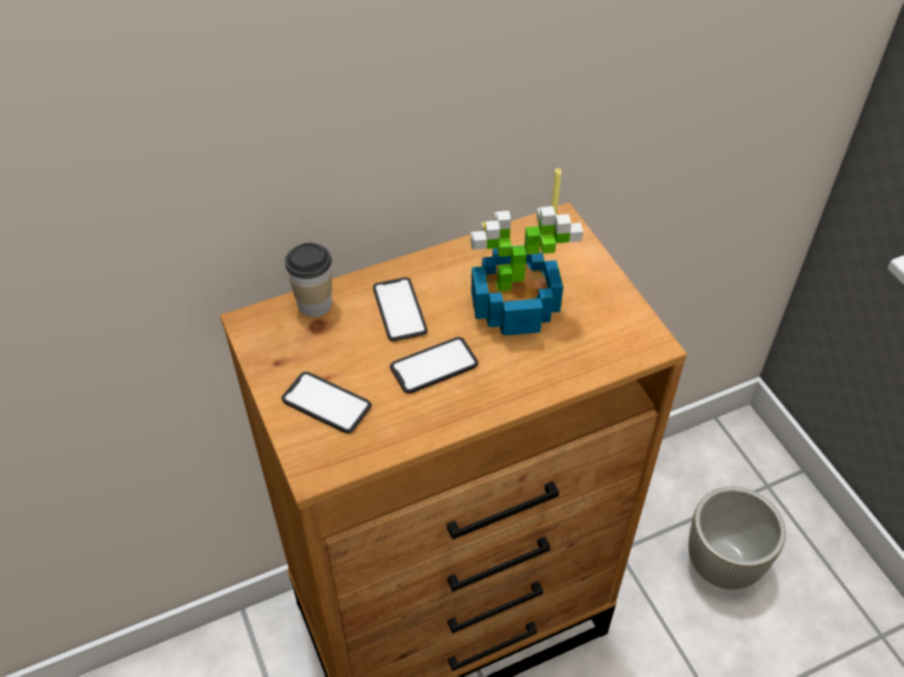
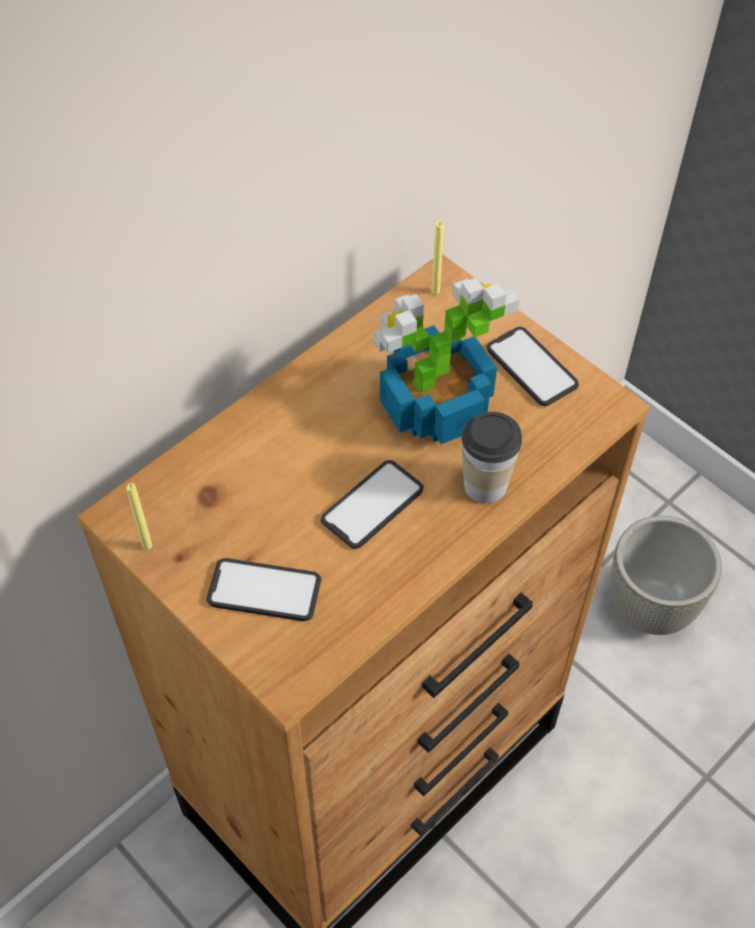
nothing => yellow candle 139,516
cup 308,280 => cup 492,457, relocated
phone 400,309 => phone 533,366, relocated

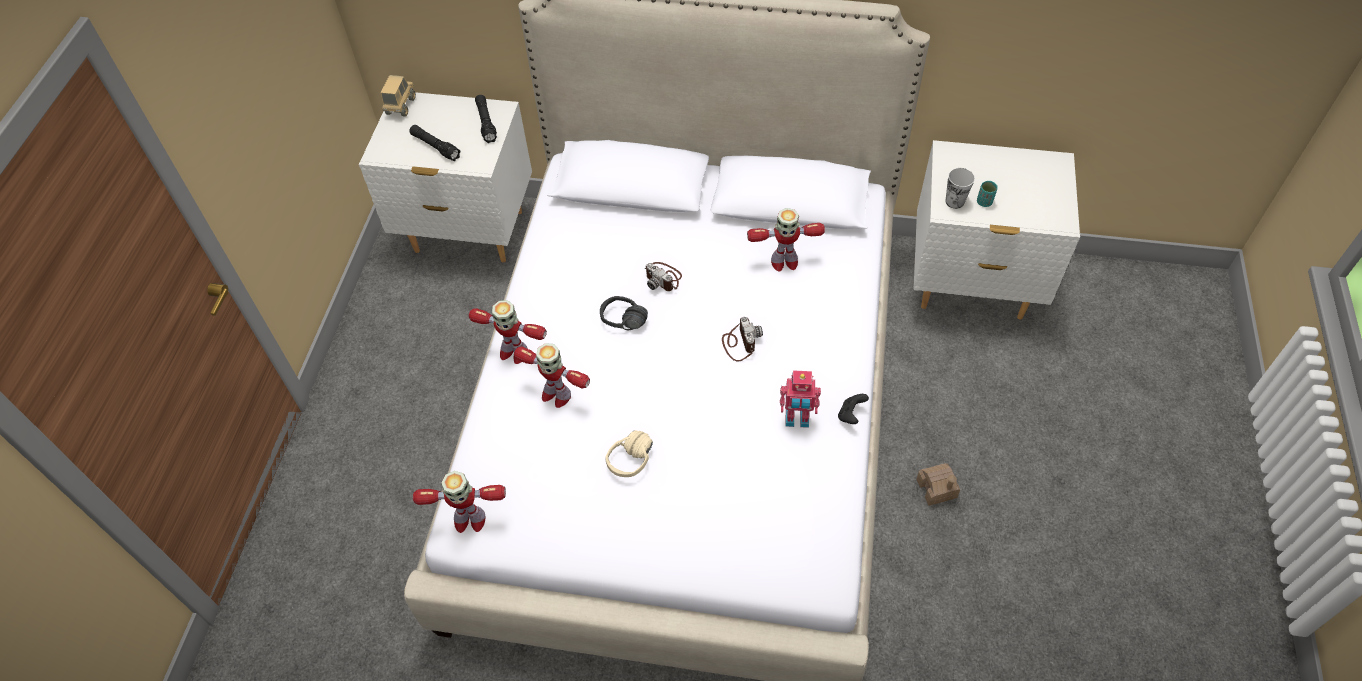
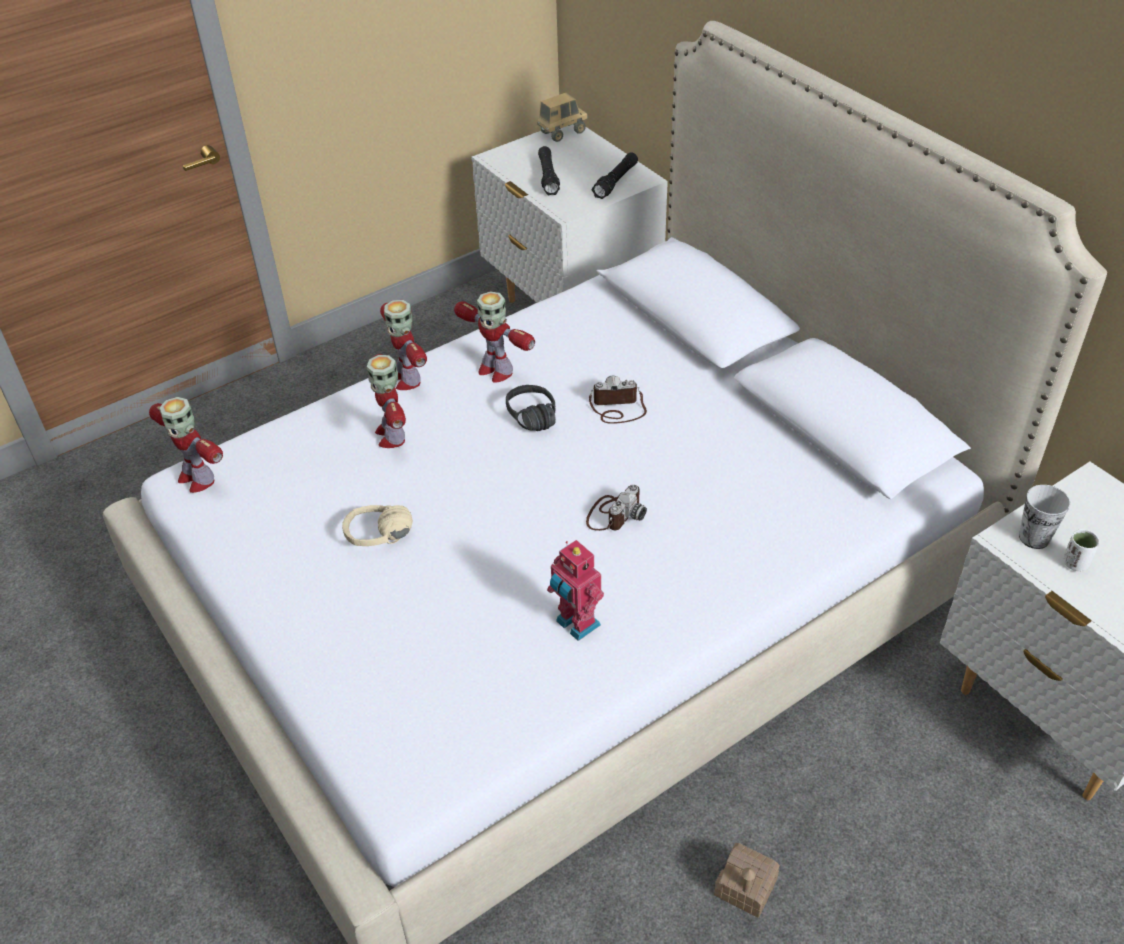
black game controller 853,409 => nothing
toy robot 786,240 => toy robot 494,337, relocated
turquoise cup 987,194 => white cup 1081,550
photo camera 663,276 => photo camera 618,400, 90 degrees clockwise

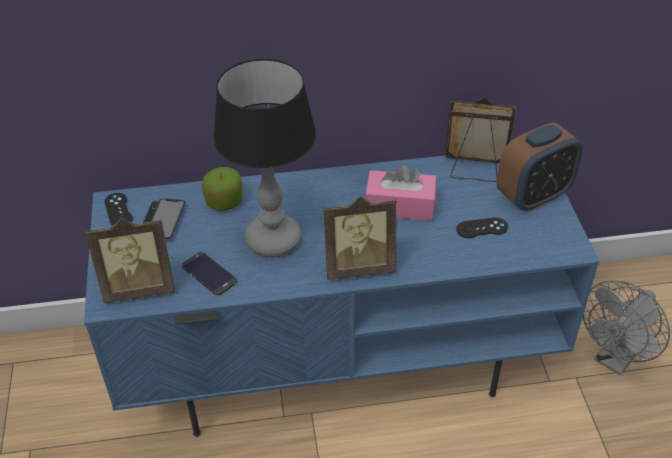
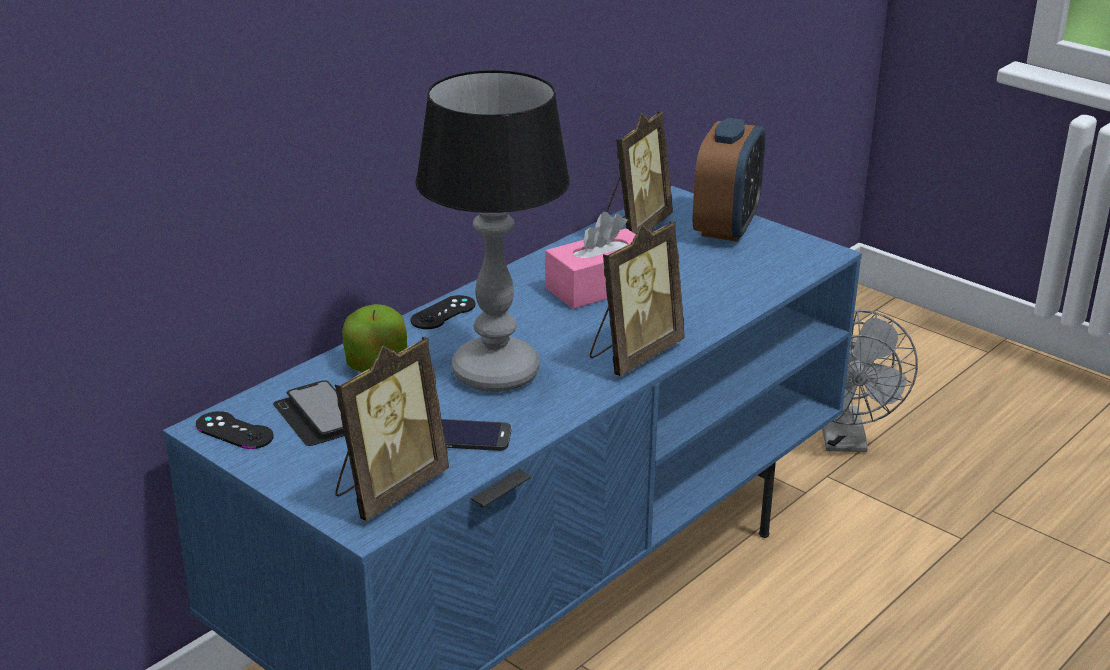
black game controller 482,228 => black game controller 442,312, relocated
picture frame 480,139 => picture frame 639,172, 150 degrees clockwise

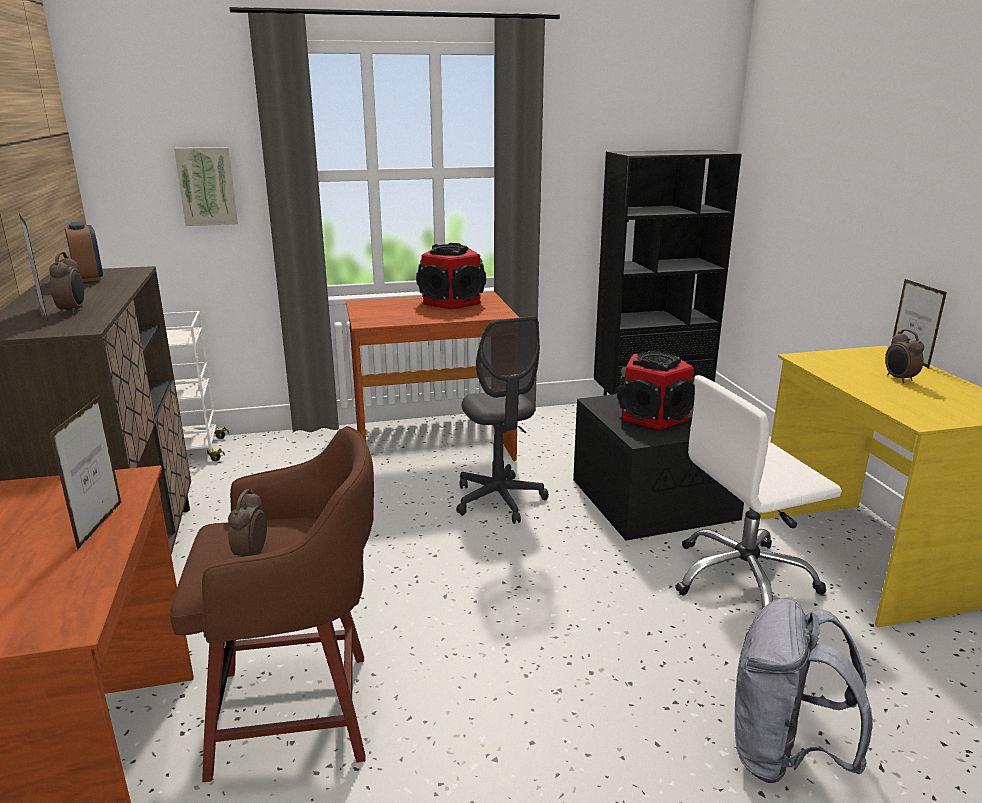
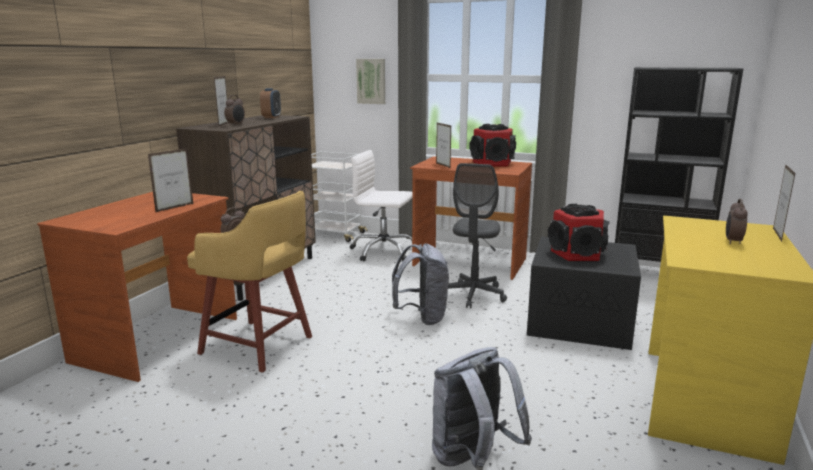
nothing => grey backpack 420,284
nothing => picture frame 443,145
white office chair 758,492 => white office chair 381,206, relocated
brown stool 271,604 => yellow stool 249,282

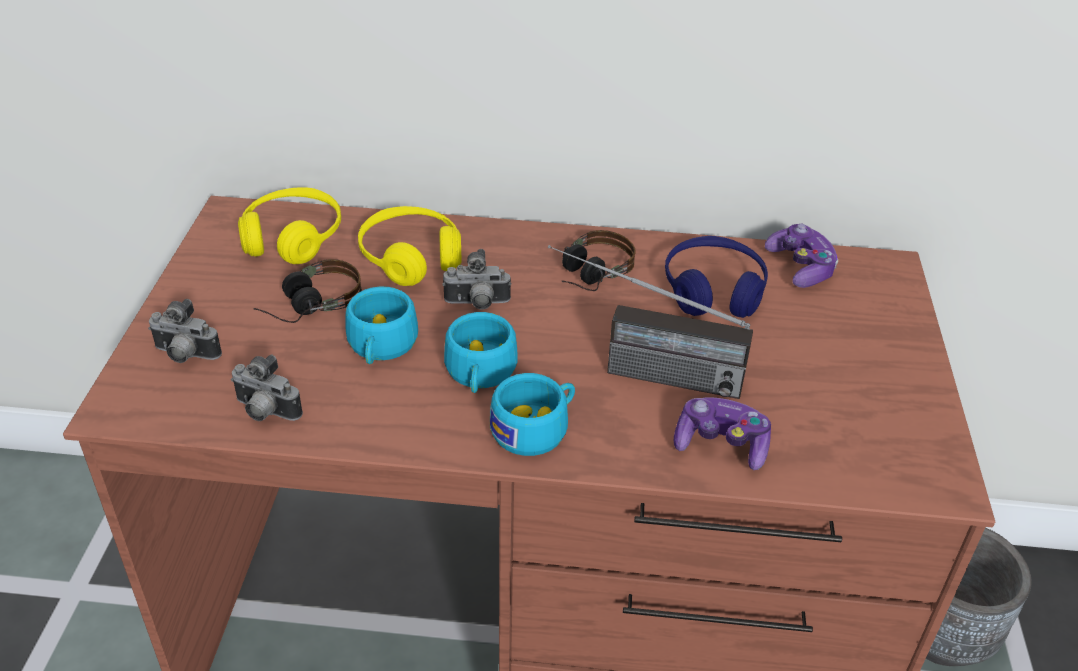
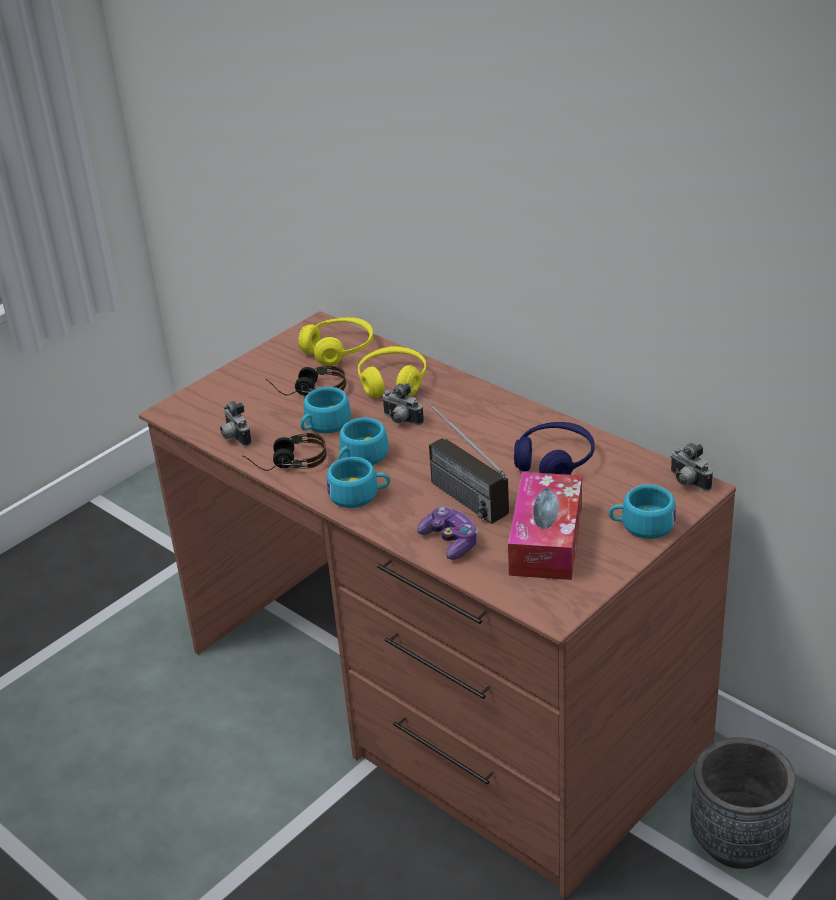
game controller 801,256 => nothing
nothing => tissue box 545,526
nothing => turquoise cup 642,512
photo camera 185,331 => photo camera 691,467, relocated
headphones 599,260 => headphones 284,452, relocated

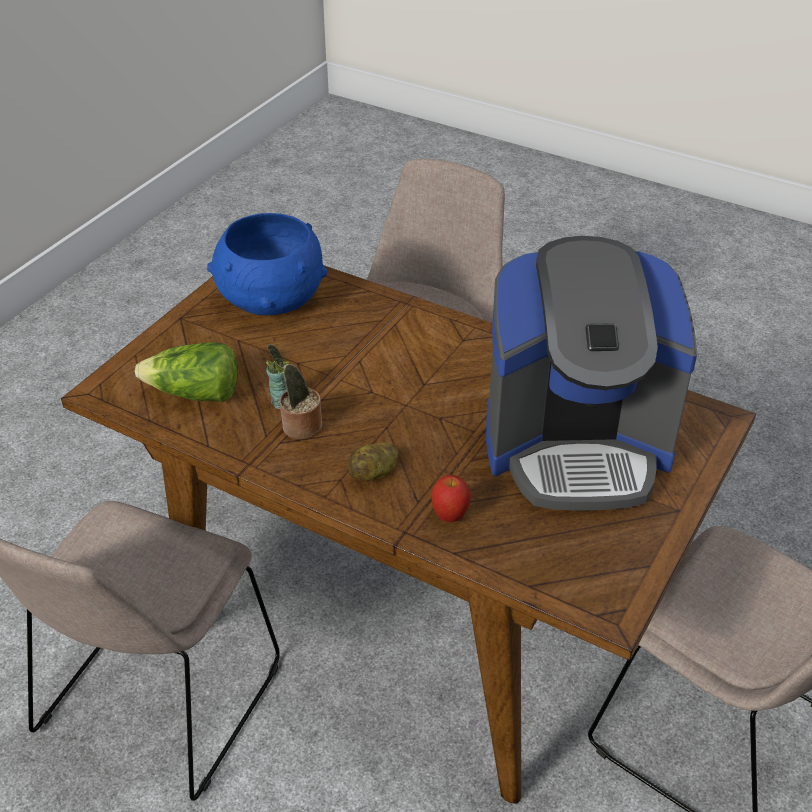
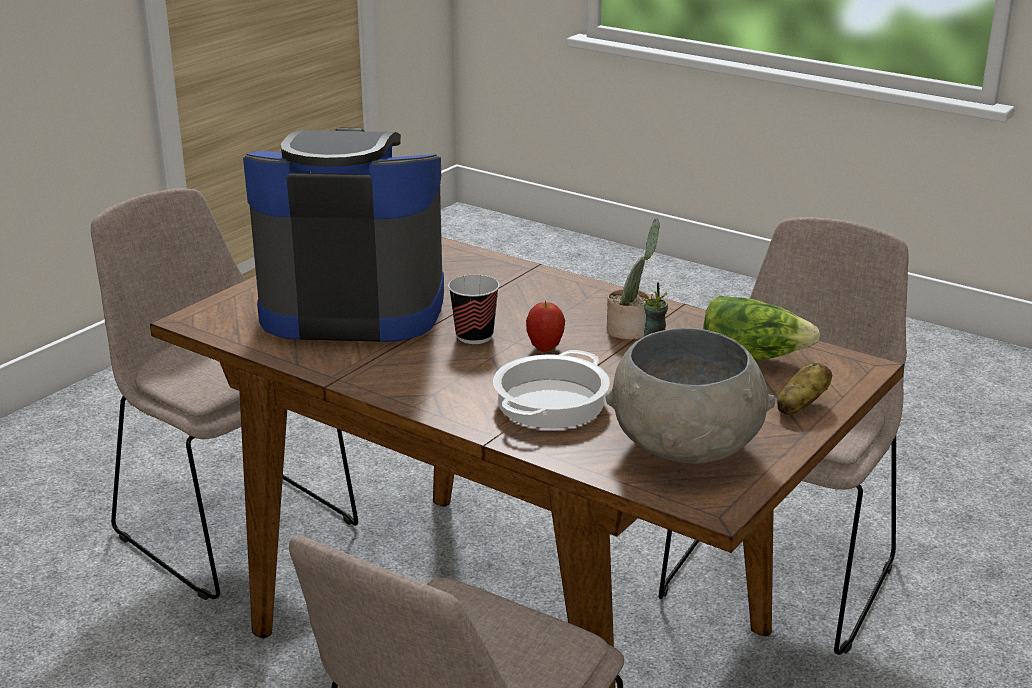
nothing => cup 474,309
nothing => cooking pot 551,389
potato 372,462 => potato 804,388, relocated
apple 451,498 => apple 545,326, relocated
blue bowl 267,264 => grey bowl 690,396

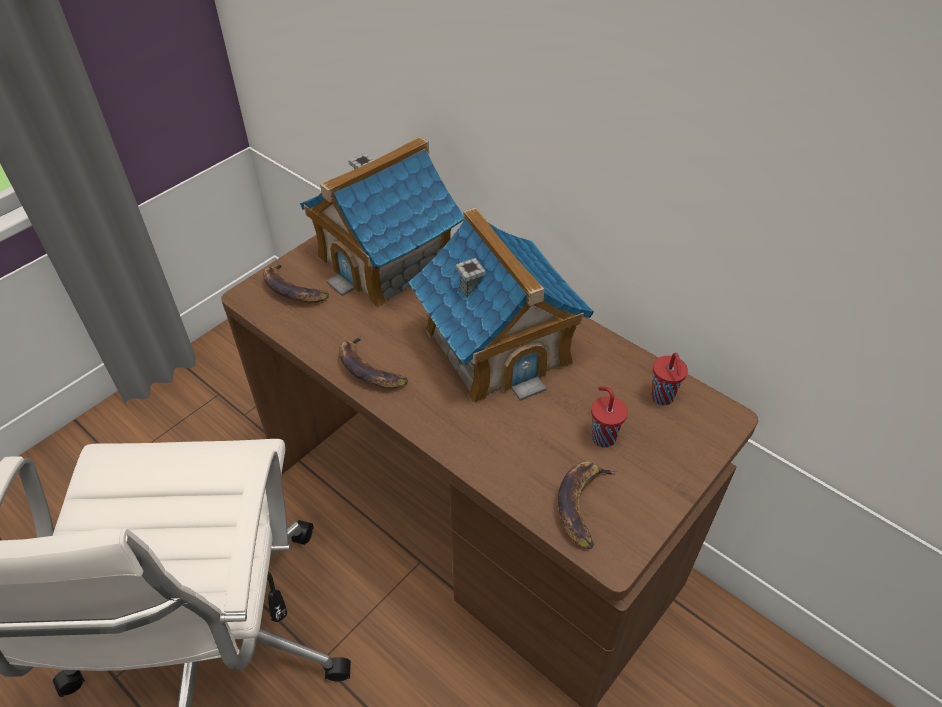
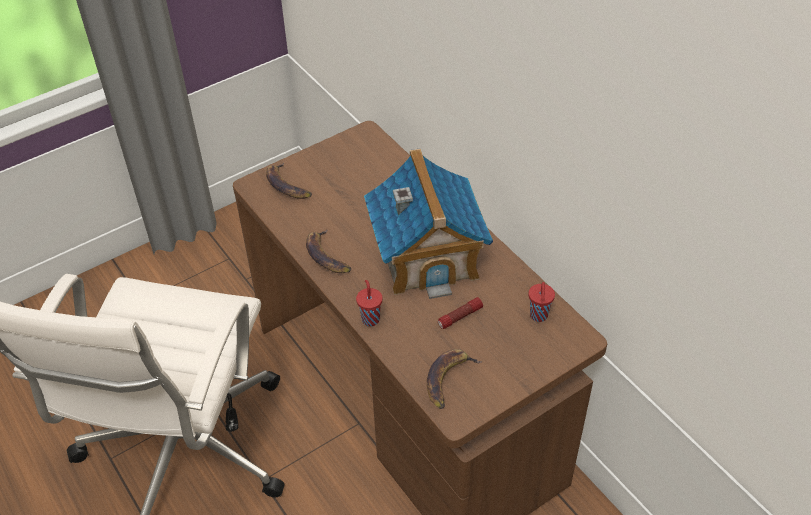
toy house 381,223 => nothing
nothing => flashlight 460,313
red cup 609,417 => red cup 369,303, relocated

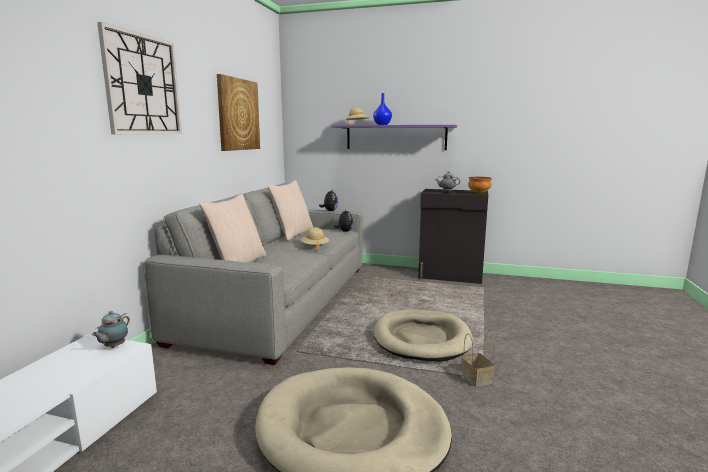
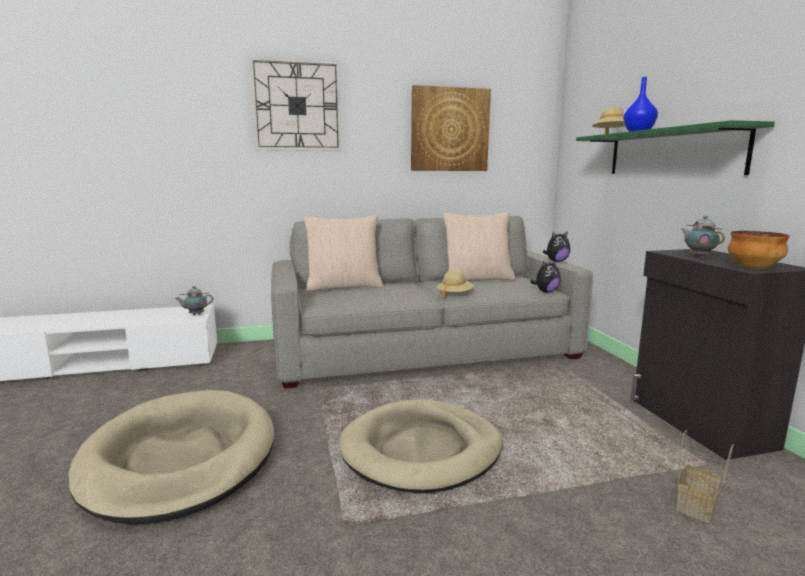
basket 478,358 => basket 704,476, relocated
purple shelf 394,137 => green shelf 675,147

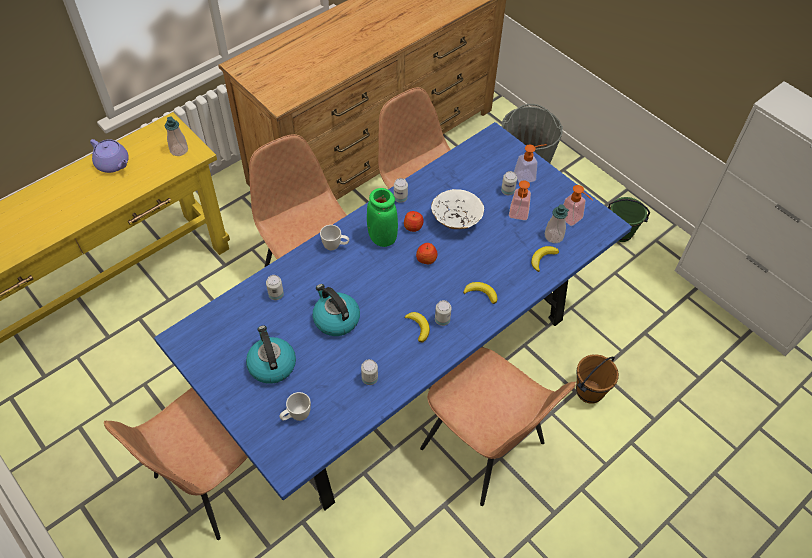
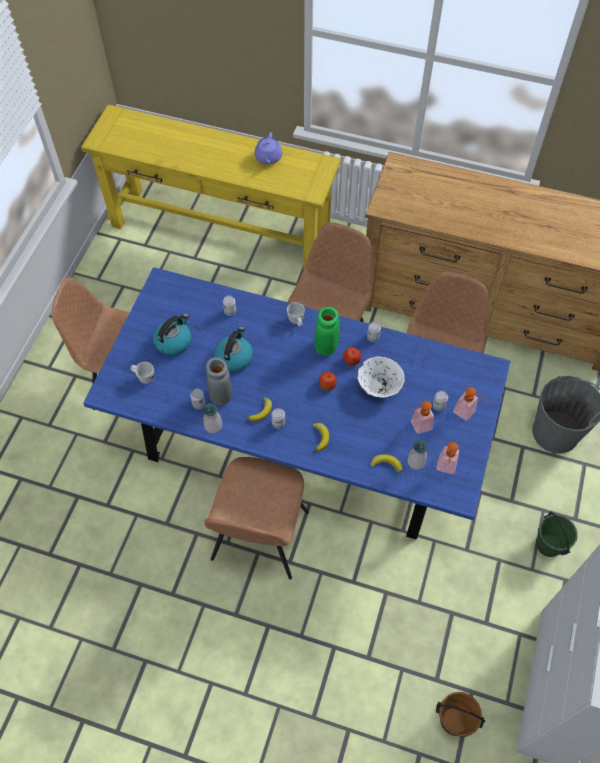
nothing => grey vase 219,381
soap dispenser 176,136 => soap dispenser 213,418, relocated
brown bucket 597,379 => brown bucket 460,714, relocated

